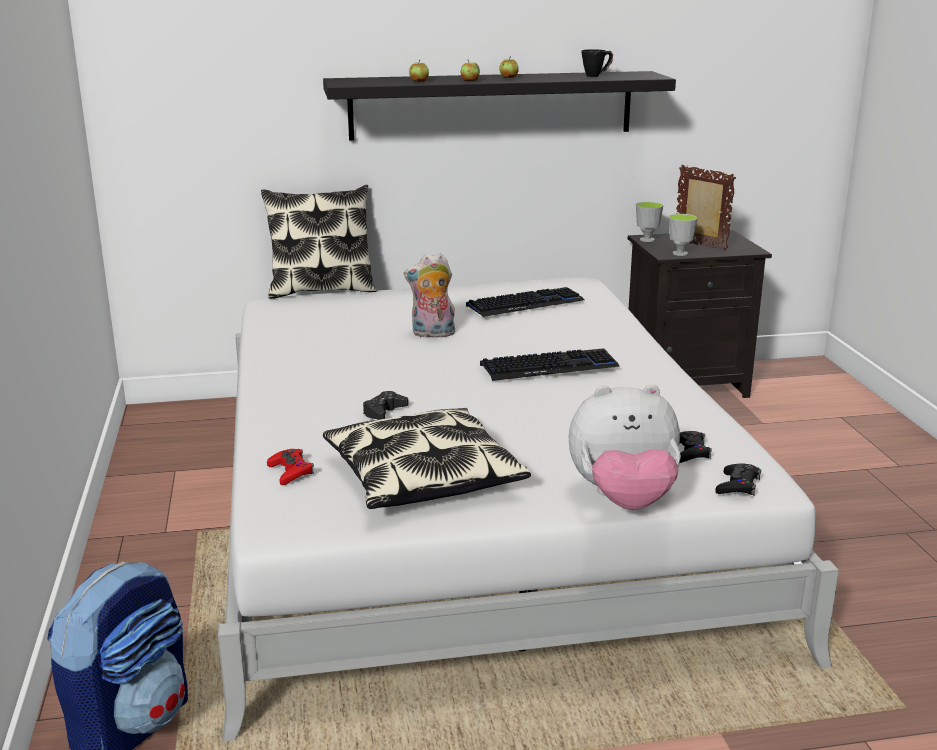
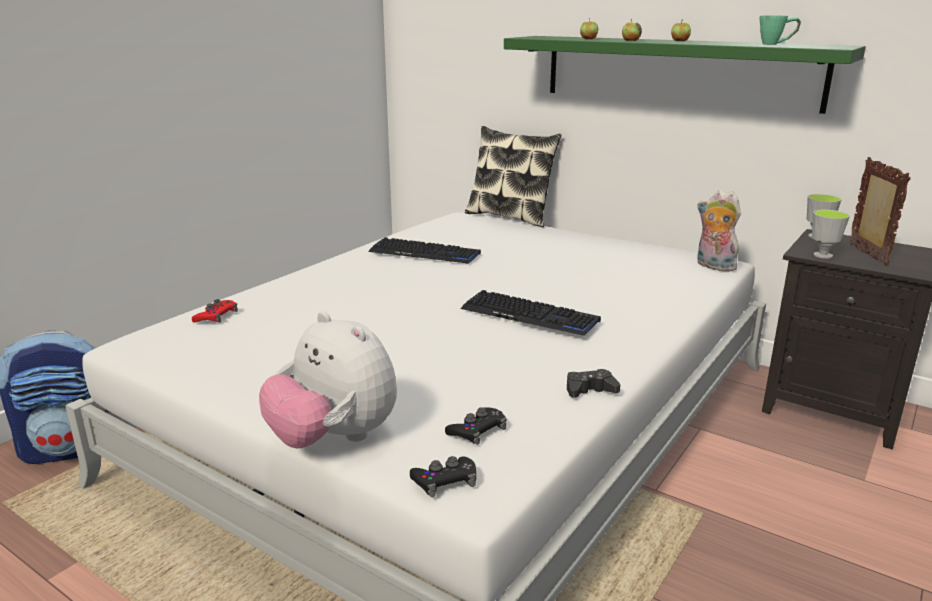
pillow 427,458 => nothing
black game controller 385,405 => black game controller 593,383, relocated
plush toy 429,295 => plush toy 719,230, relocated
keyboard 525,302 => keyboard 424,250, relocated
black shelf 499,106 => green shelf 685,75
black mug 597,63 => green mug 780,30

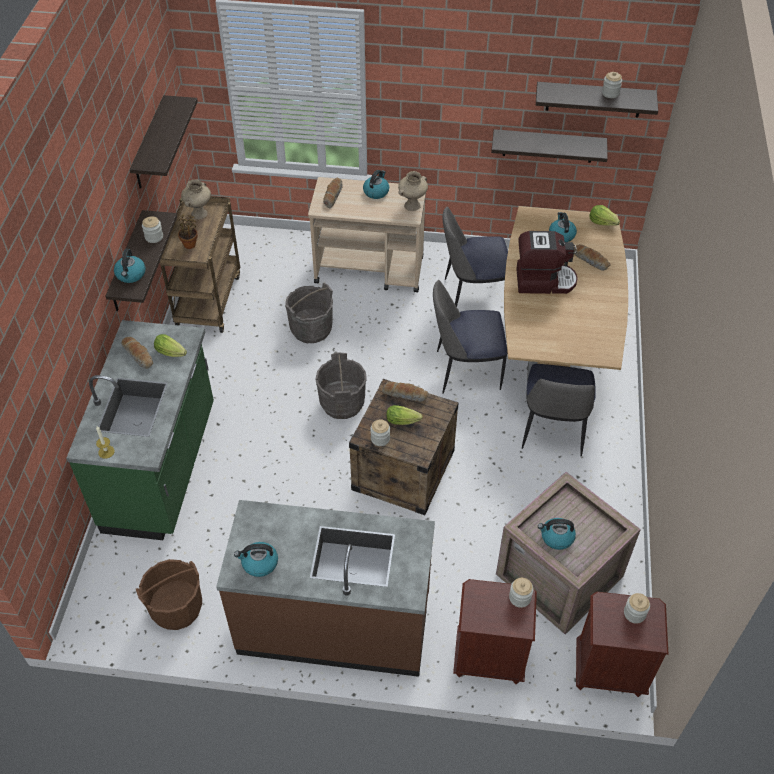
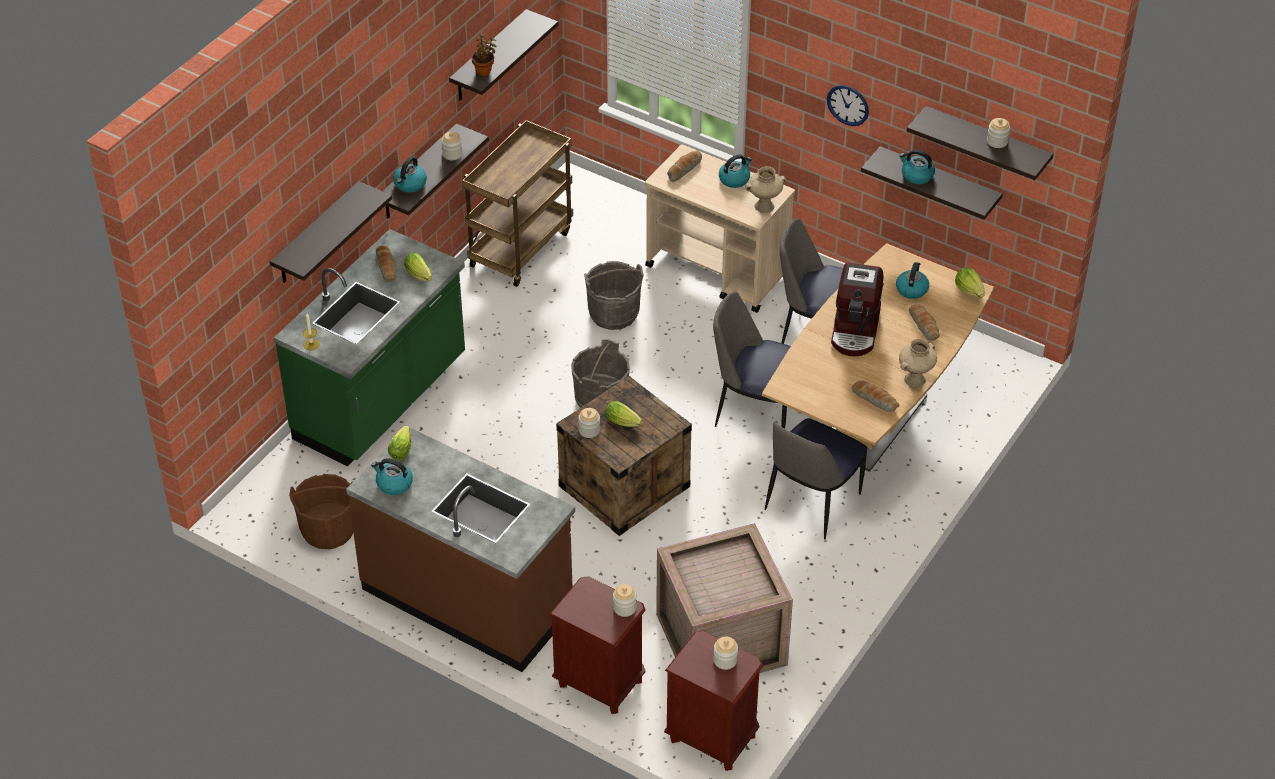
nothing => shelf 330,231
nothing => lettuce 399,442
nothing => wall clock 848,105
potted plant 188,231 => potted plant 484,55, relocated
beige vase 196,199 => beige vase 918,362, relocated
bread 405,392 => bread 875,396, relocated
kettle 557,534 => kettle 917,167, relocated
coffee machine 546,262 => coffee machine 857,309, 75 degrees clockwise

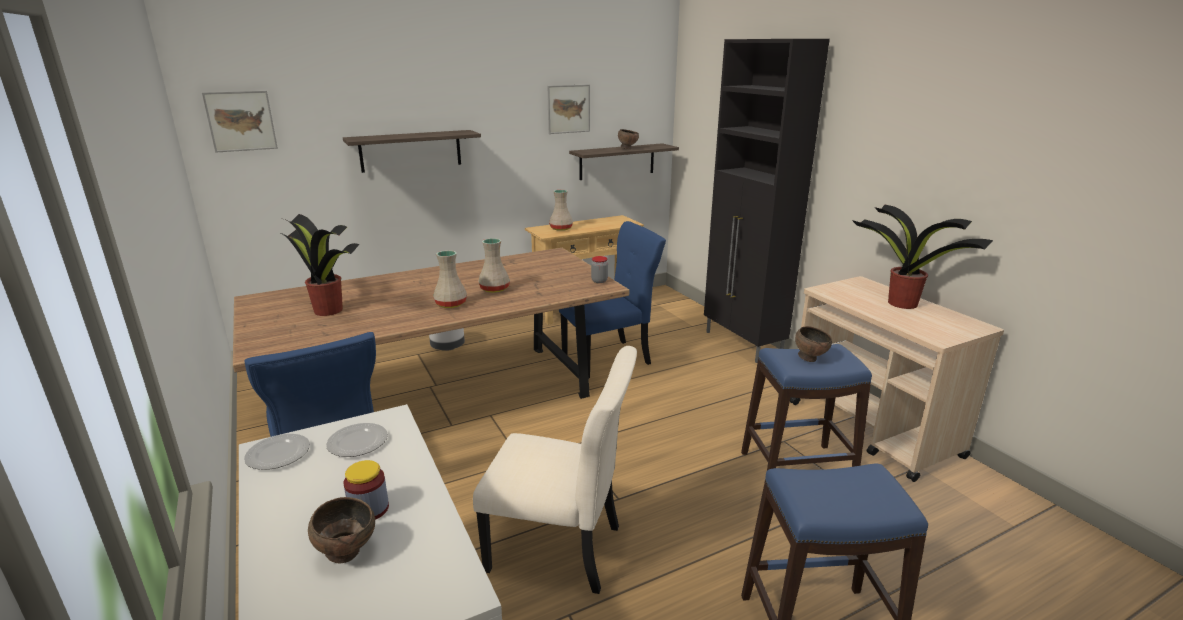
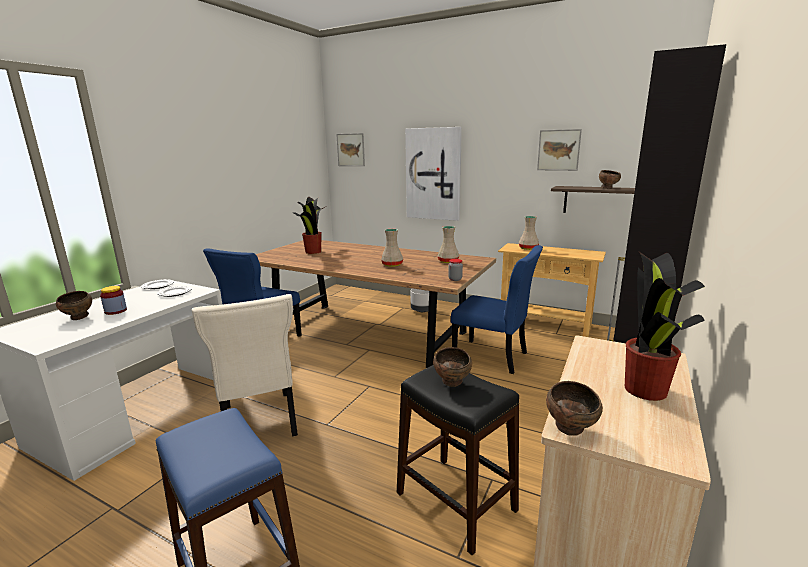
nothing => brown bowl 574,408
beige vase 450,279 => beige vase 448,244, relocated
shelf 412,151 => picture 433,174
blue stool 806,407 => black stool 458,460

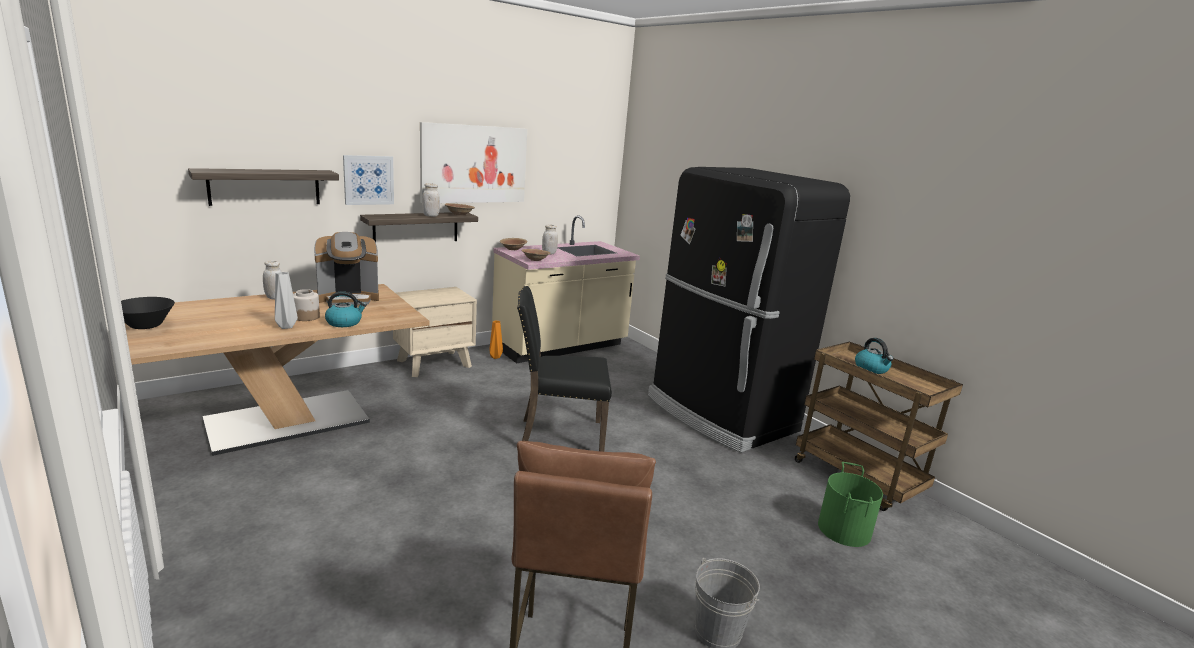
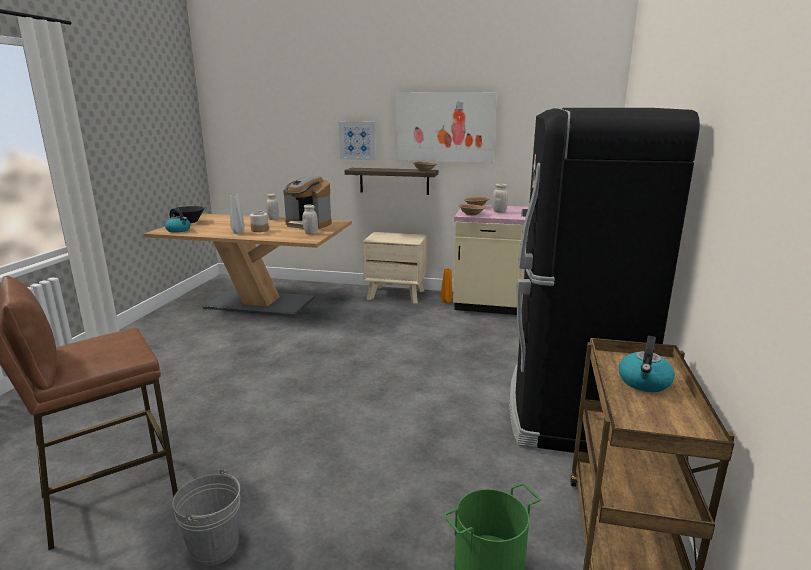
shelf 263,187 => nothing
black chair 564,369 => nothing
kettle 346,309 => kettle 177,220, relocated
white jar 431,200 => white jar 310,220, relocated

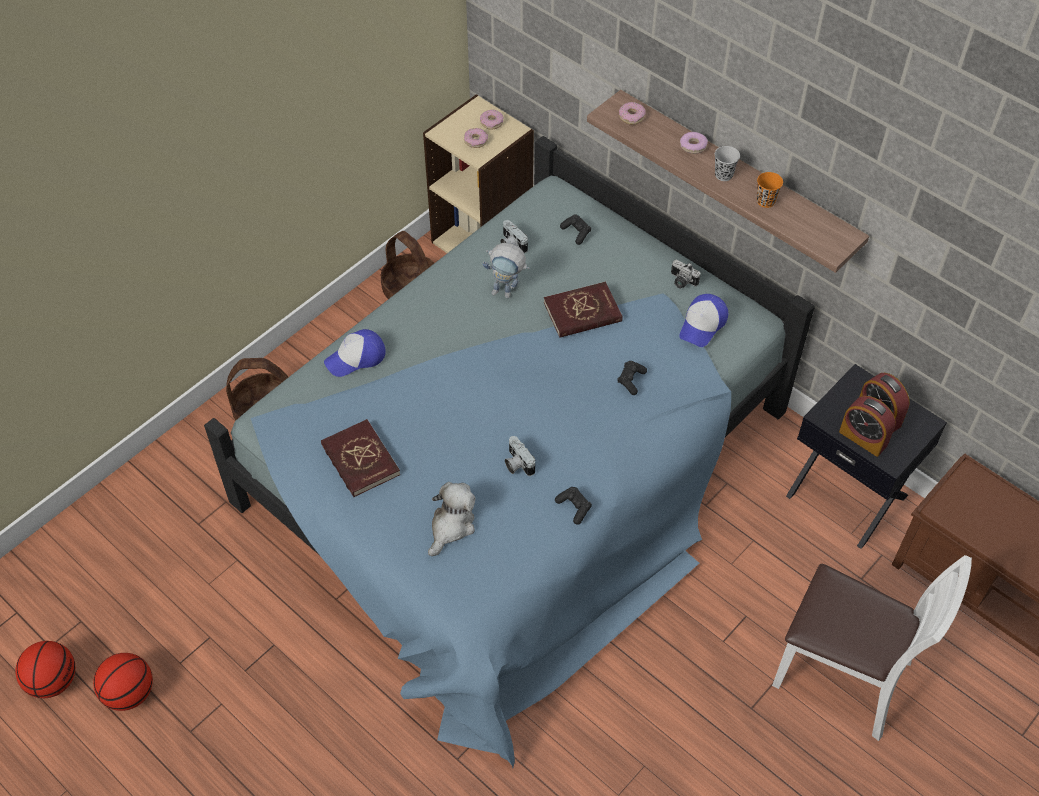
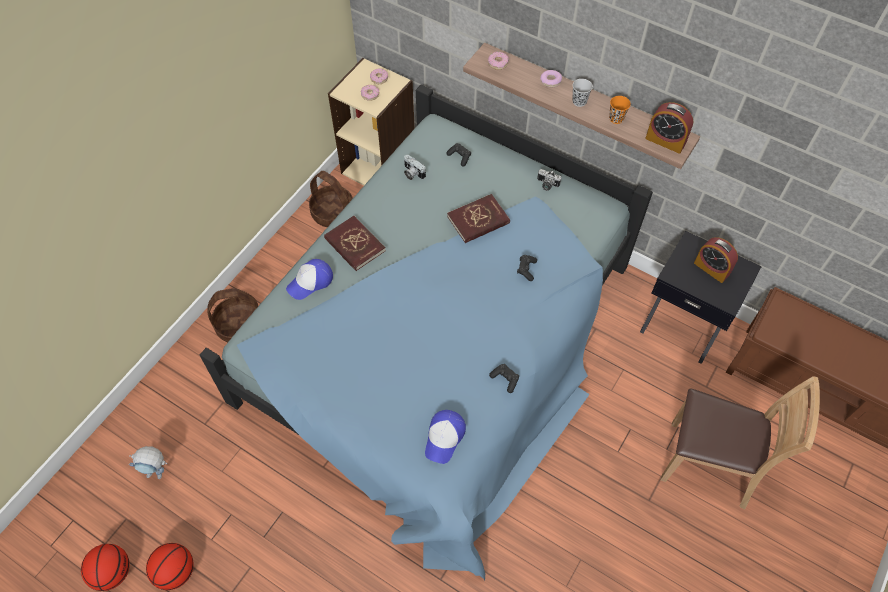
plush toy 452,519 => nothing
photo camera 520,456 => nothing
red book 360,458 => red book 355,243, relocated
toy robot 506,271 => toy robot 148,462, relocated
cap 703,320 => cap 445,437, relocated
alarm clock 867,426 => alarm clock 669,128, relocated
white chair 872,648 => brown chair 740,443

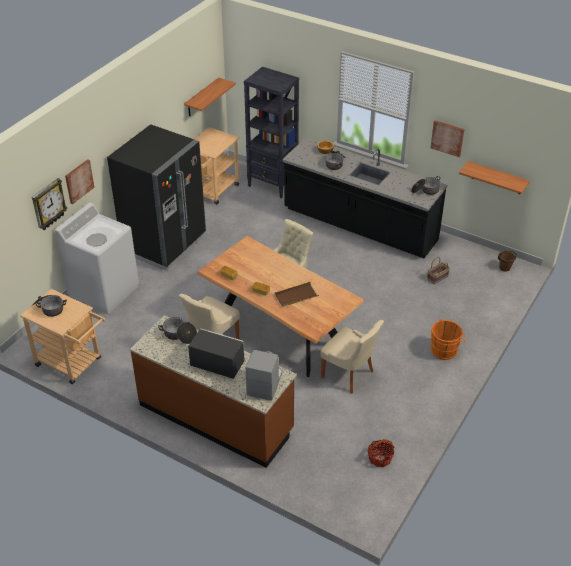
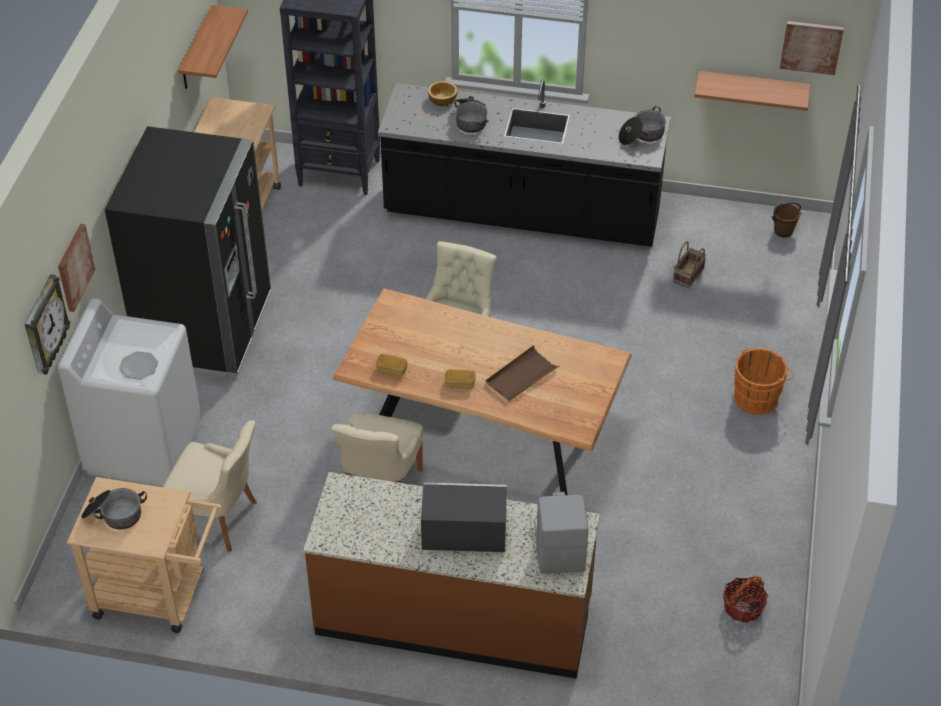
cooking pot 177,330 => nothing
beige chair 352,356 => beige chair 210,486, relocated
picture 448,138 => picture 812,48, relocated

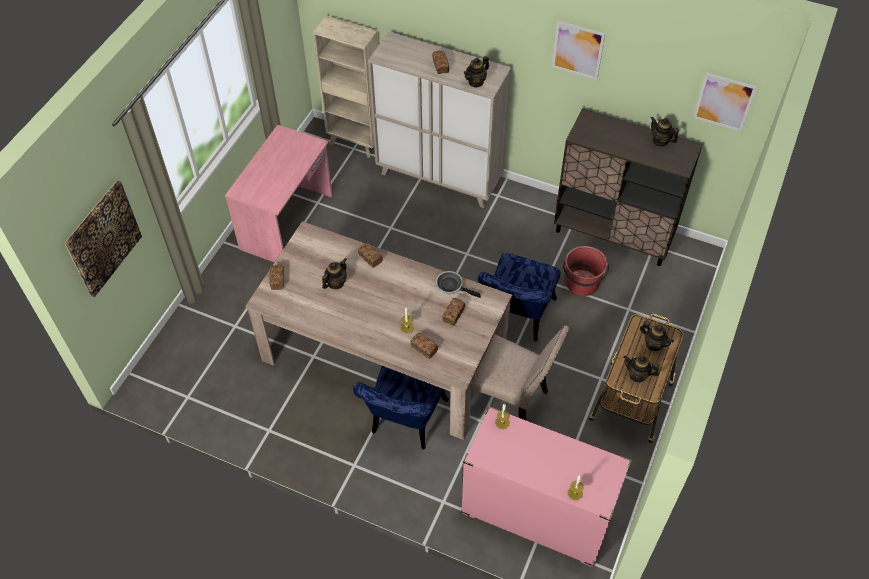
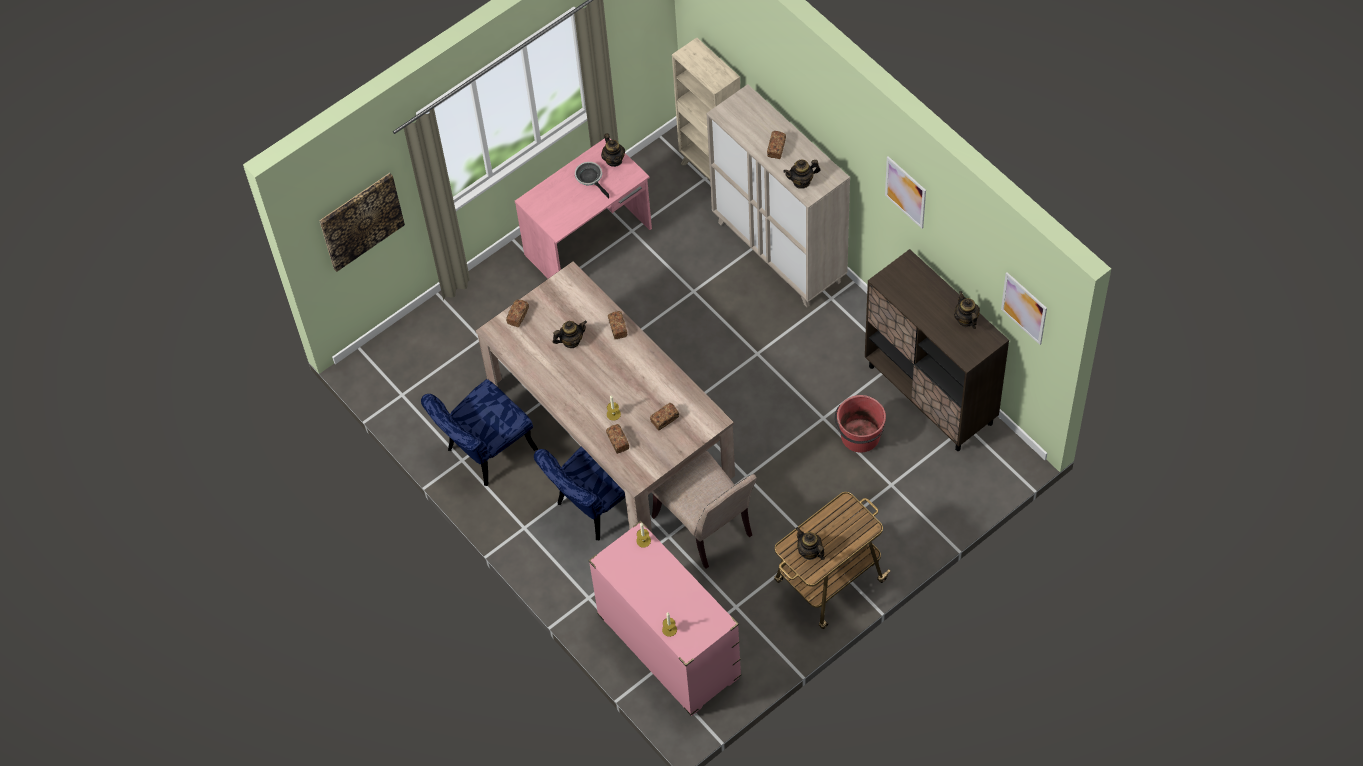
frying pan 458,284 => frying pan 592,180, relocated
blue chair 519,297 => blue chair 479,432, relocated
teapot 657,336 => teapot 613,150, relocated

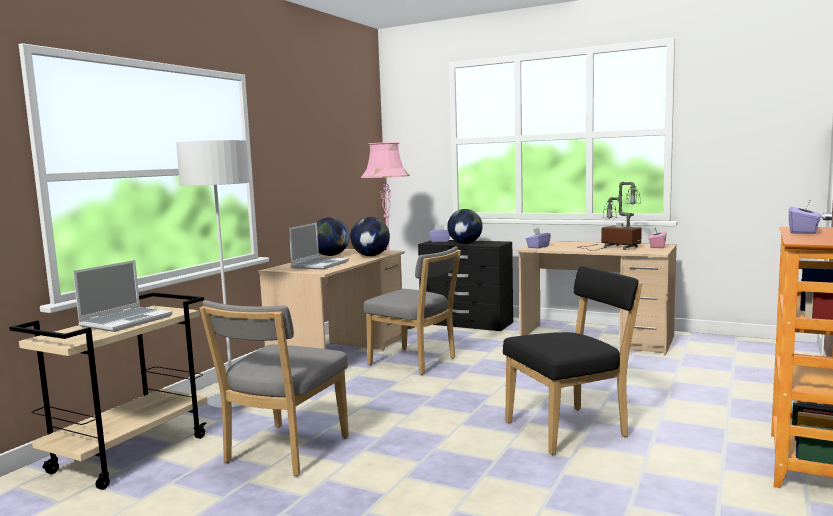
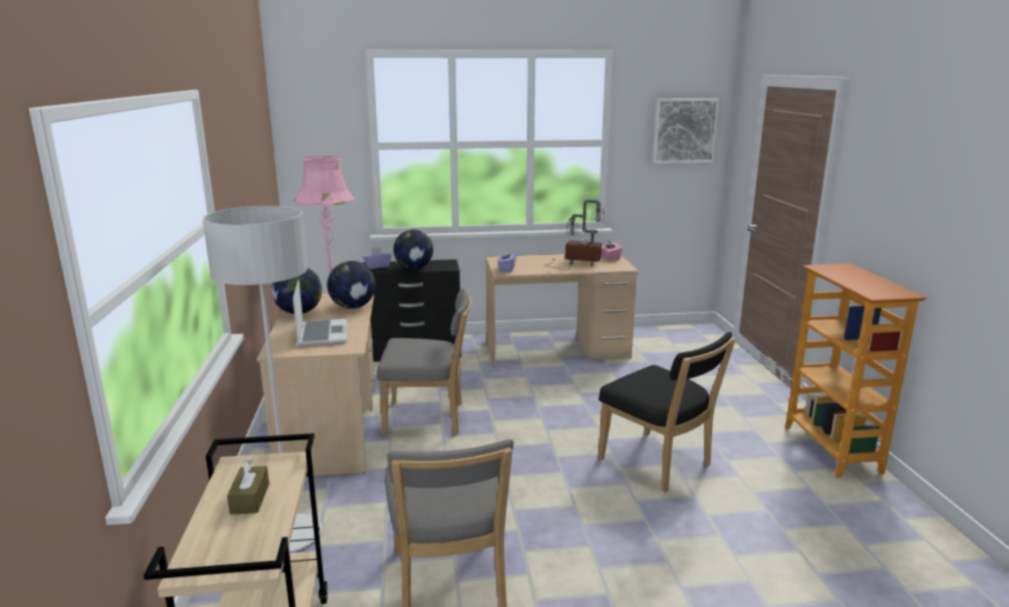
purple tissue box 805,216 => nothing
nothing => picture 686,131
laptop 123,296 => brown tissue box 248,487
black chair 572,360 => black chair 667,412, 105 degrees clockwise

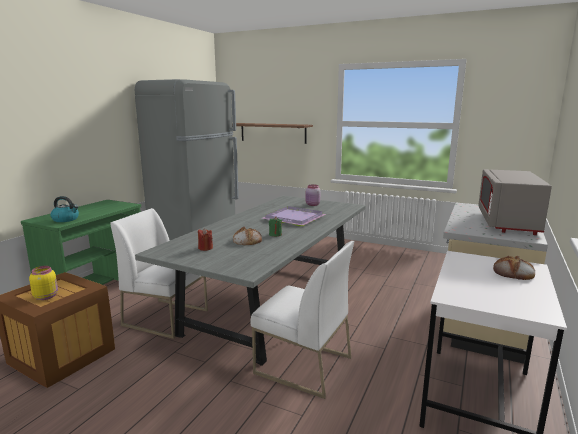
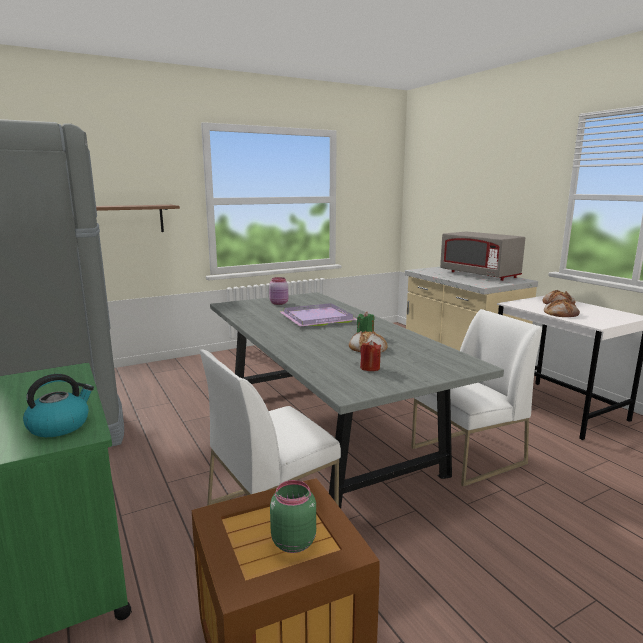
nothing => bread 562,308
yellow jar 43,283 => green jar 293,516

